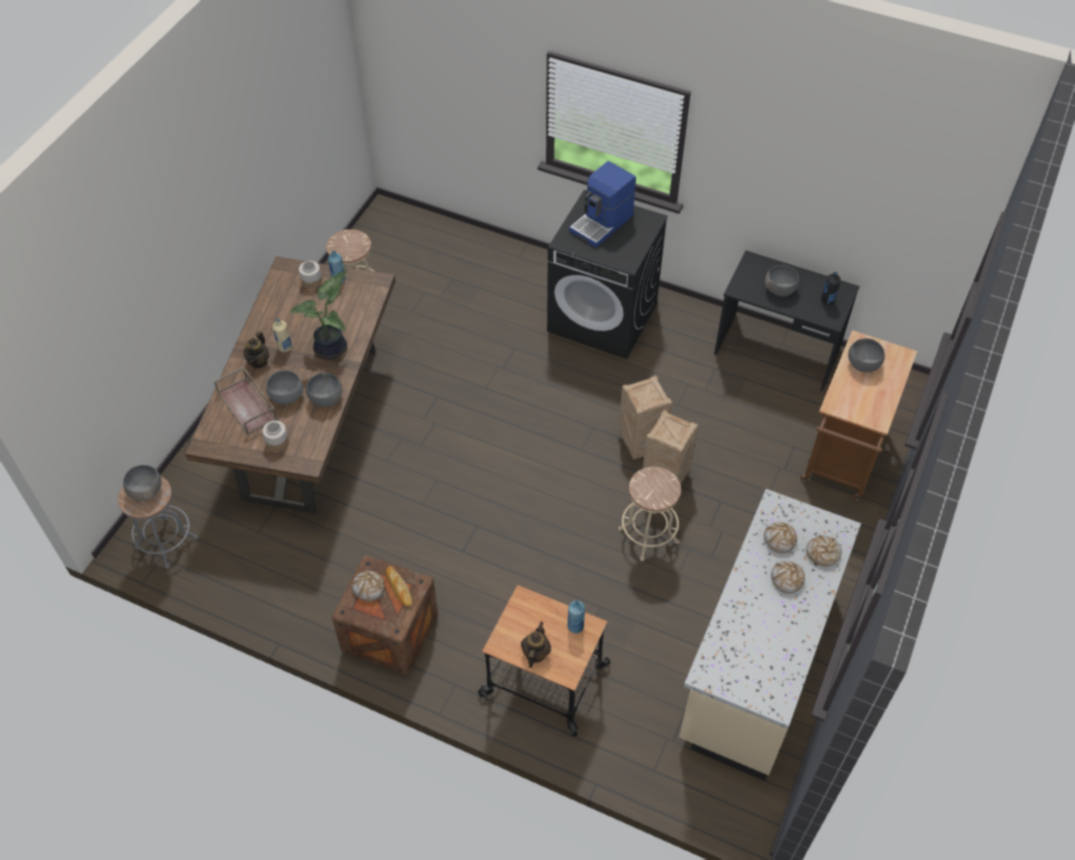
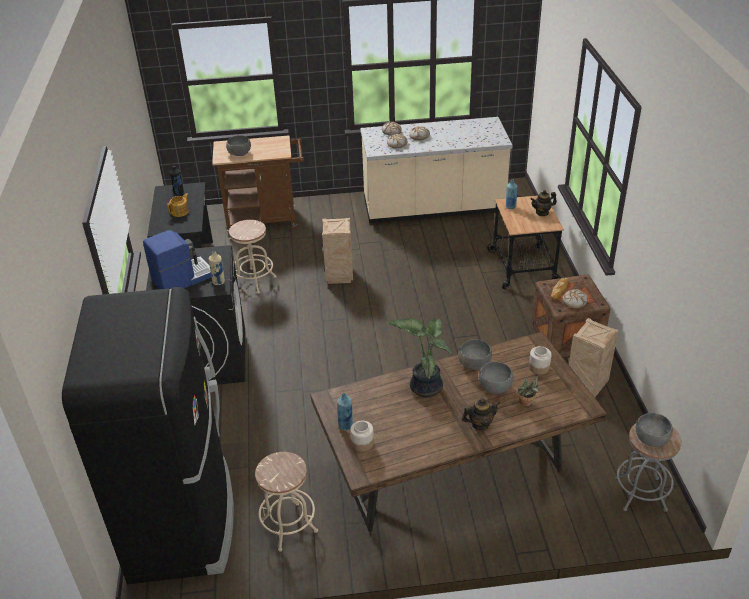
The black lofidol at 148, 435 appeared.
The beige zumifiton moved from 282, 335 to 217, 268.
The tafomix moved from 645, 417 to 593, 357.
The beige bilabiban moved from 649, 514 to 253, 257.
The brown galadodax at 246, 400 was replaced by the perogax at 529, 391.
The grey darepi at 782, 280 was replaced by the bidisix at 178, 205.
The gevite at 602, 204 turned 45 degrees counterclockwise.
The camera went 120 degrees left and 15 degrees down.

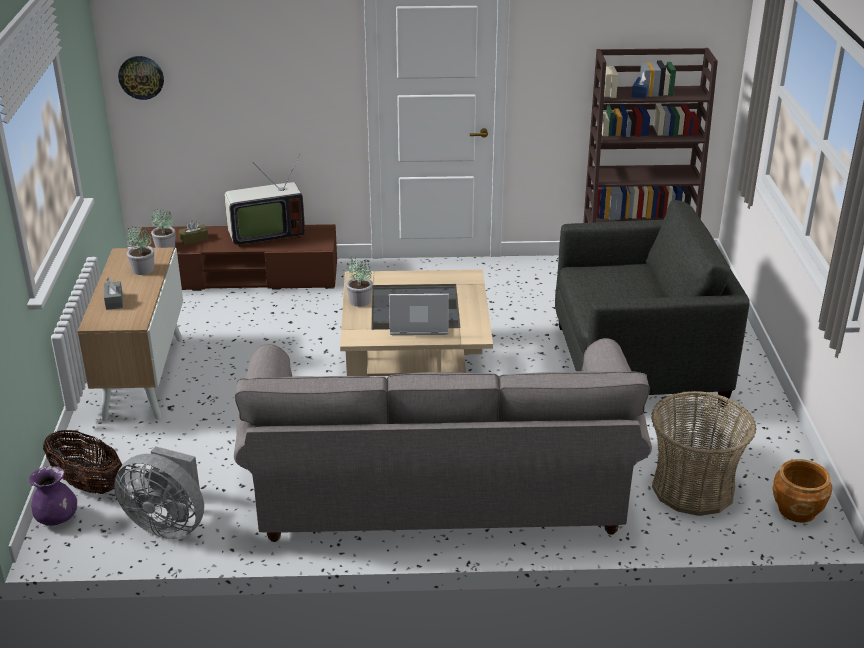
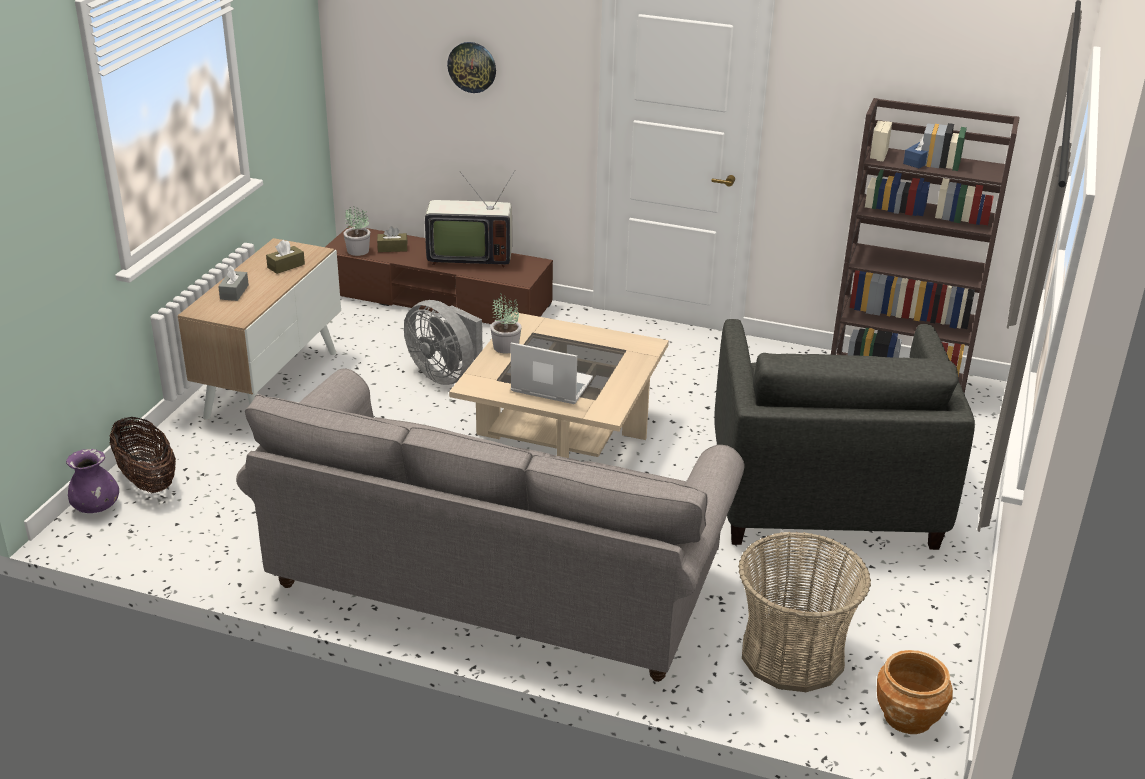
The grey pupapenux moved from 159, 492 to 443, 342.
The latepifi moved from 141, 78 to 471, 67.
The perogax at 140, 251 was replaced by the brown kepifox at 285, 257.
The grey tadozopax at 652, 303 turned 75 degrees clockwise.
The camera went 20 degrees right and 0 degrees up.

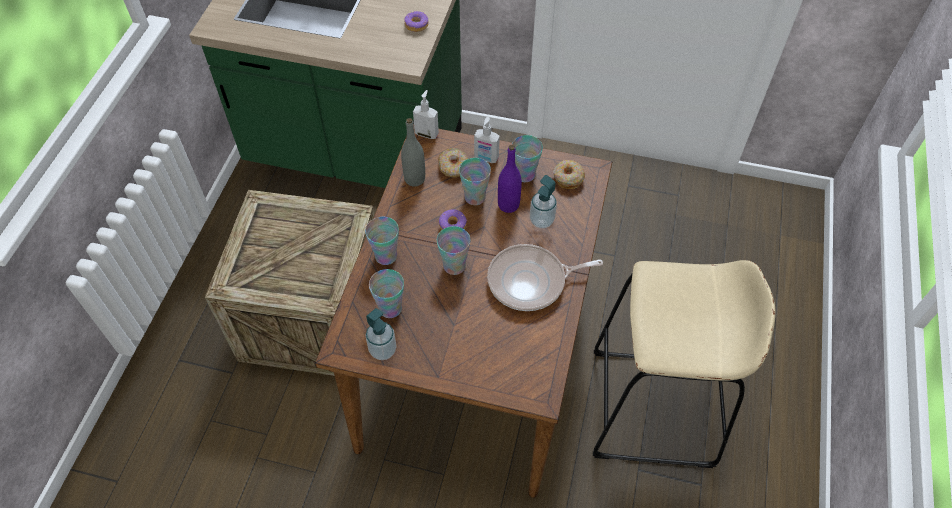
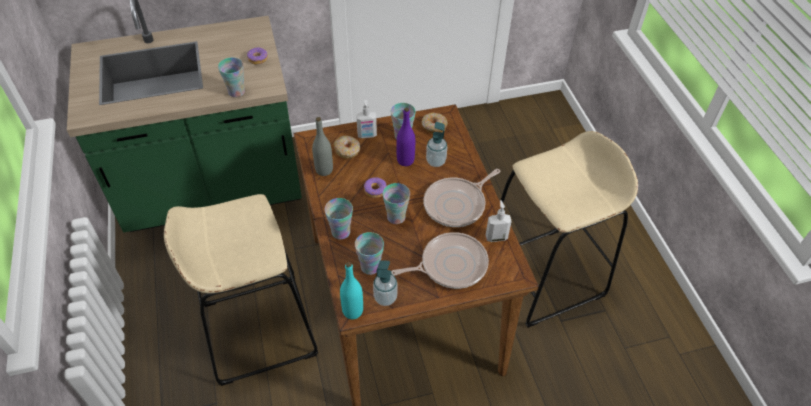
The turquoise zumifiton at 351, 290 appeared.
The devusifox at 440, 260 appeared.
The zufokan moved from 426, 114 to 499, 221.
The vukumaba moved from 475, 181 to 231, 77.
The tafomix at 289, 283 was replaced by the beige bilabiban at 241, 290.
The camera went 30 degrees left and 5 degrees down.

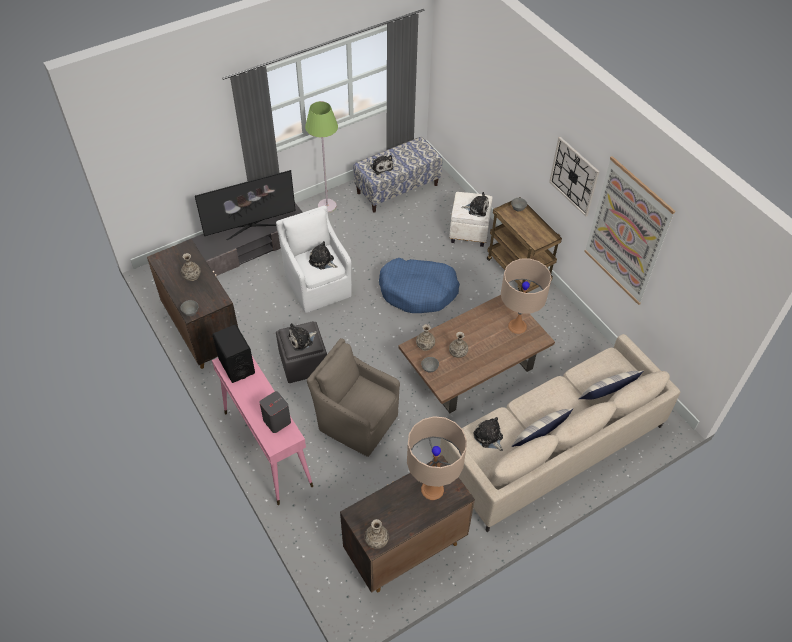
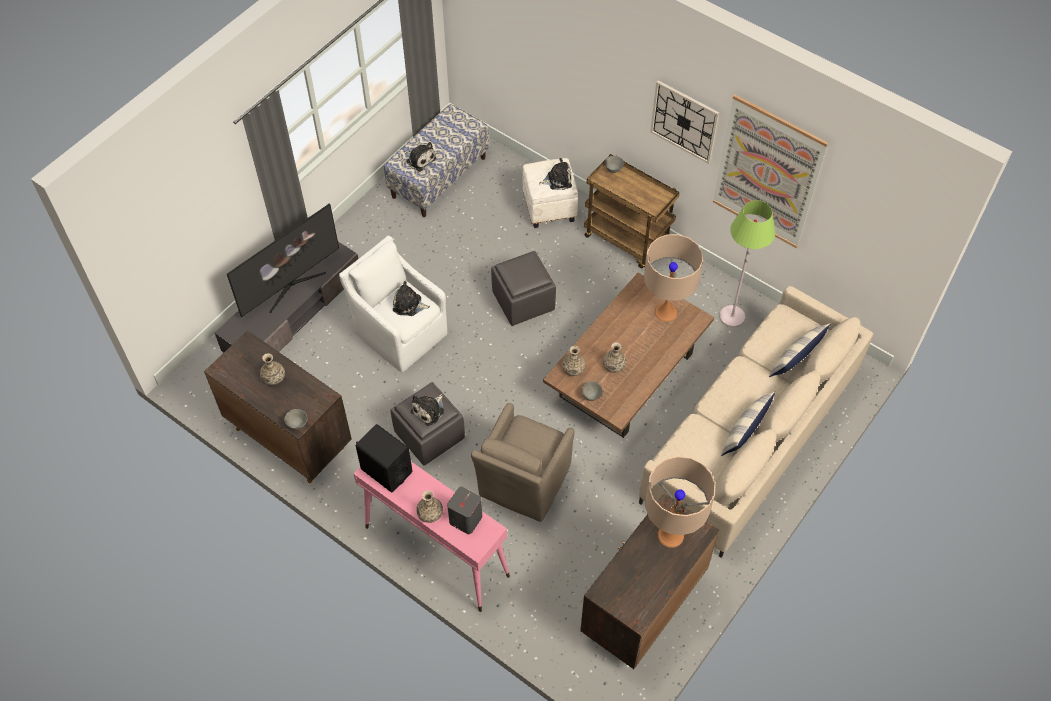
The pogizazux at 488, 434 disappeared.
The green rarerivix moved from 321, 157 to 747, 263.
The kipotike moved from 377, 534 to 429, 506.
The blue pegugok at 419, 285 was replaced by the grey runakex at 523, 288.
The brown tadozopax at 353, 397 turned 75 degrees counterclockwise.
The camera went 20 degrees left and 5 degrees up.

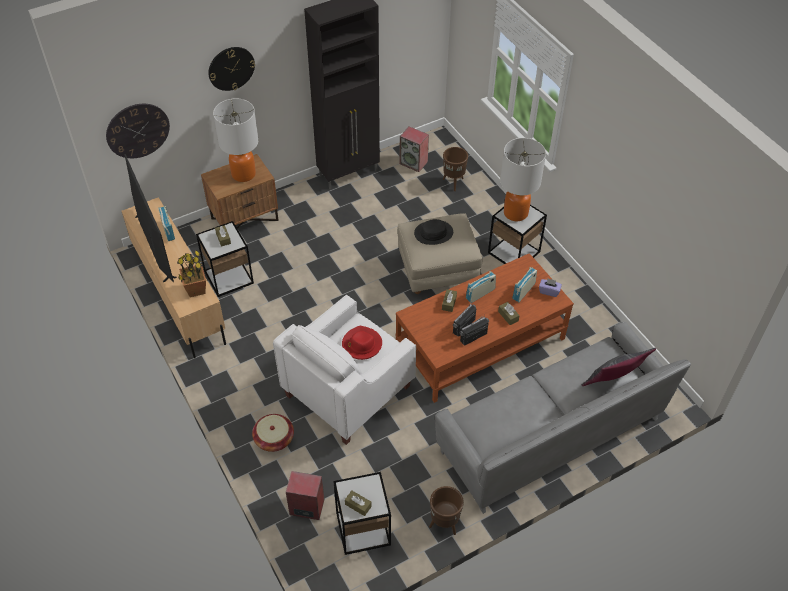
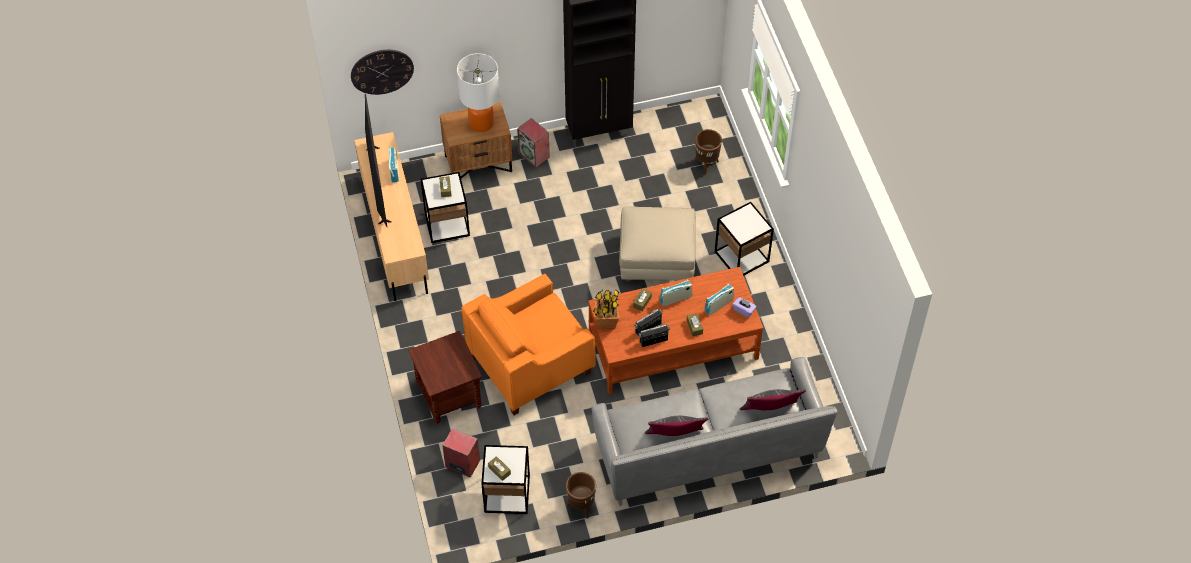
The latepifi at 231, 69 disappeared.
The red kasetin at 362, 343 disappeared.
The black kasetin at 433, 232 disappeared.
The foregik at 523, 179 disappeared.
The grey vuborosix at 676, 426 appeared.
The perogax moved from 191, 273 to 606, 309.
The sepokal moved from 414, 149 to 533, 143.
The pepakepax at 273, 433 was replaced by the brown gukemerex at 445, 377.
The white tadozopax at 344, 370 became the orange tadozopax at 528, 344.
The camera went 15 degrees right and 5 degrees up.

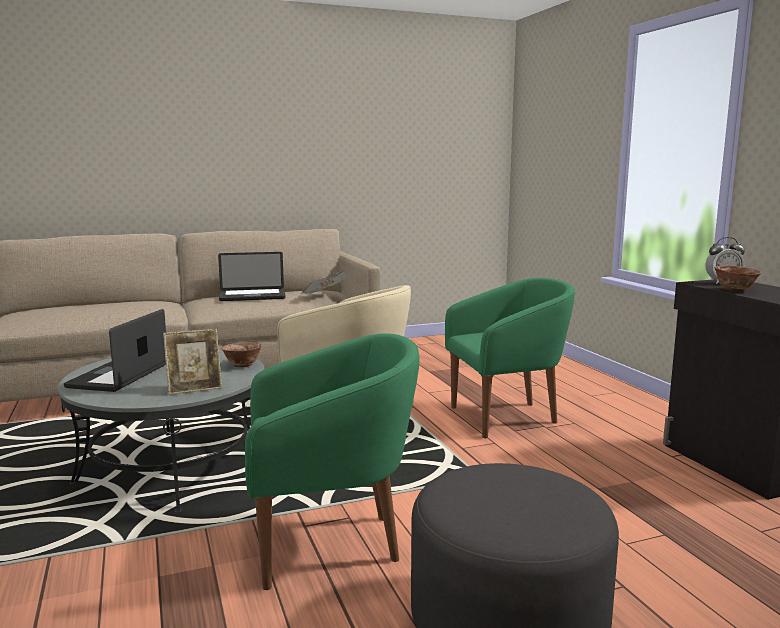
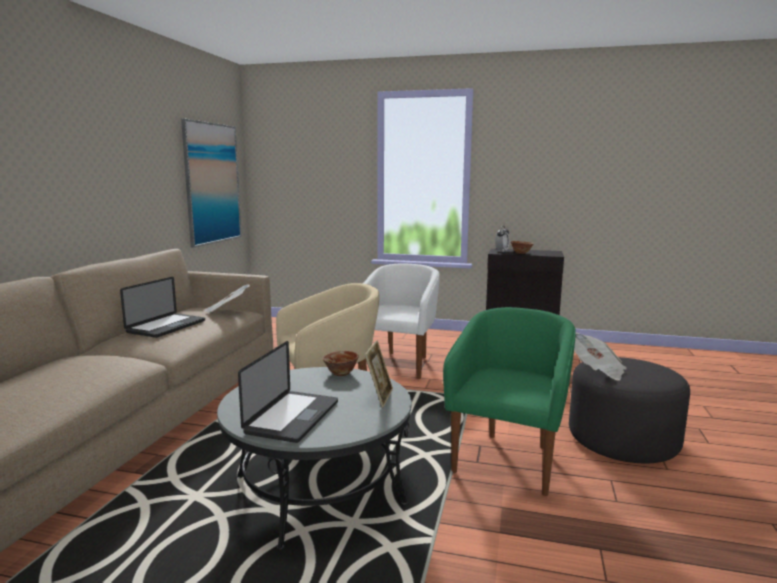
The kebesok at 211, 183 appeared.
The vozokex at 600, 357 appeared.
The green tadozopax at 510, 358 became the white tadozopax at 401, 321.
The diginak at 115, 350 turned 120 degrees counterclockwise.
The camera went 55 degrees left and 0 degrees up.

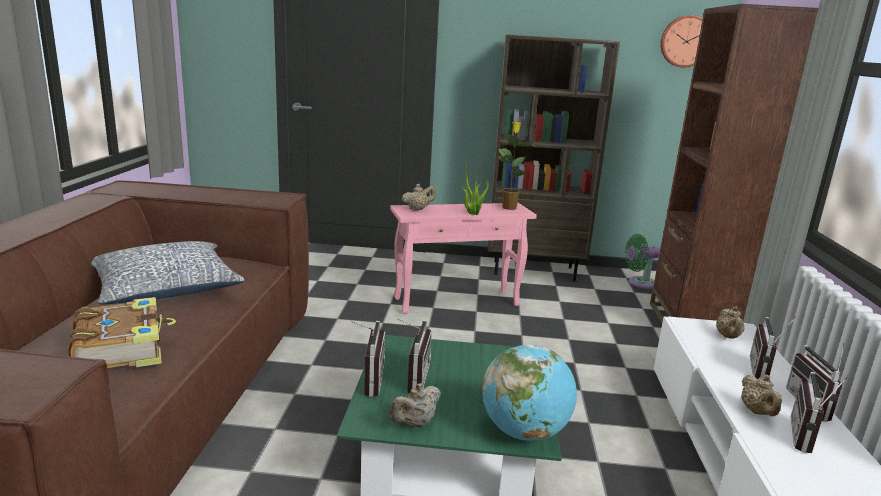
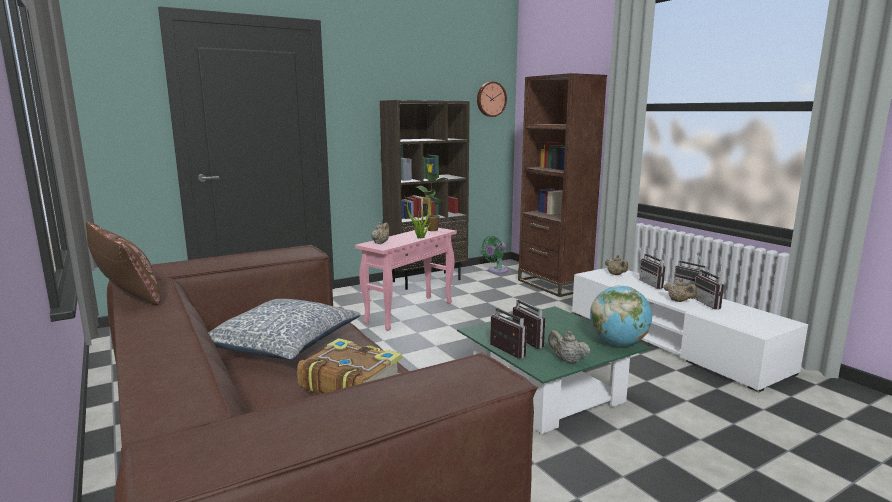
The brown vuborosix at 123, 263 appeared.
The beige bidisix at 415, 405 turned 120 degrees clockwise.
The camera went 35 degrees left and 5 degrees down.

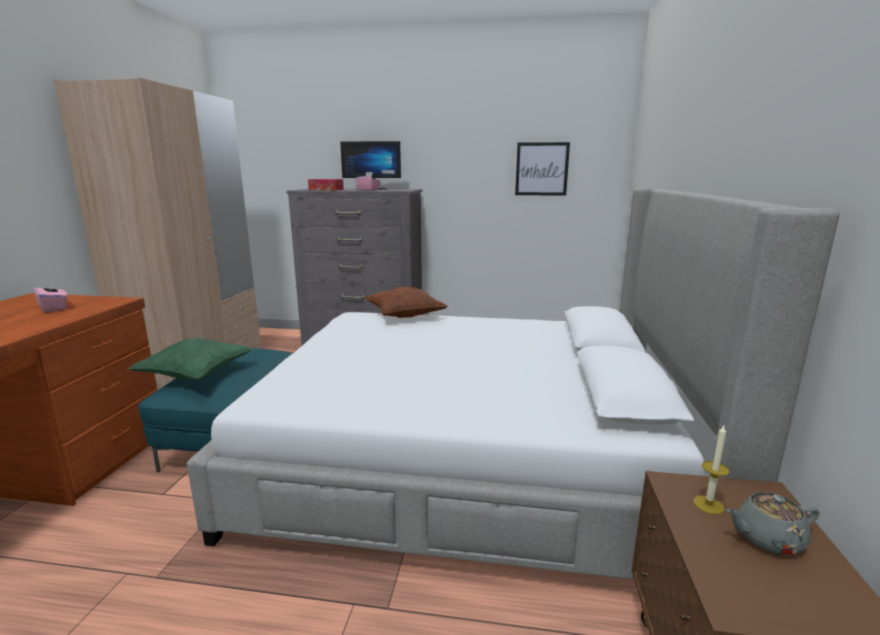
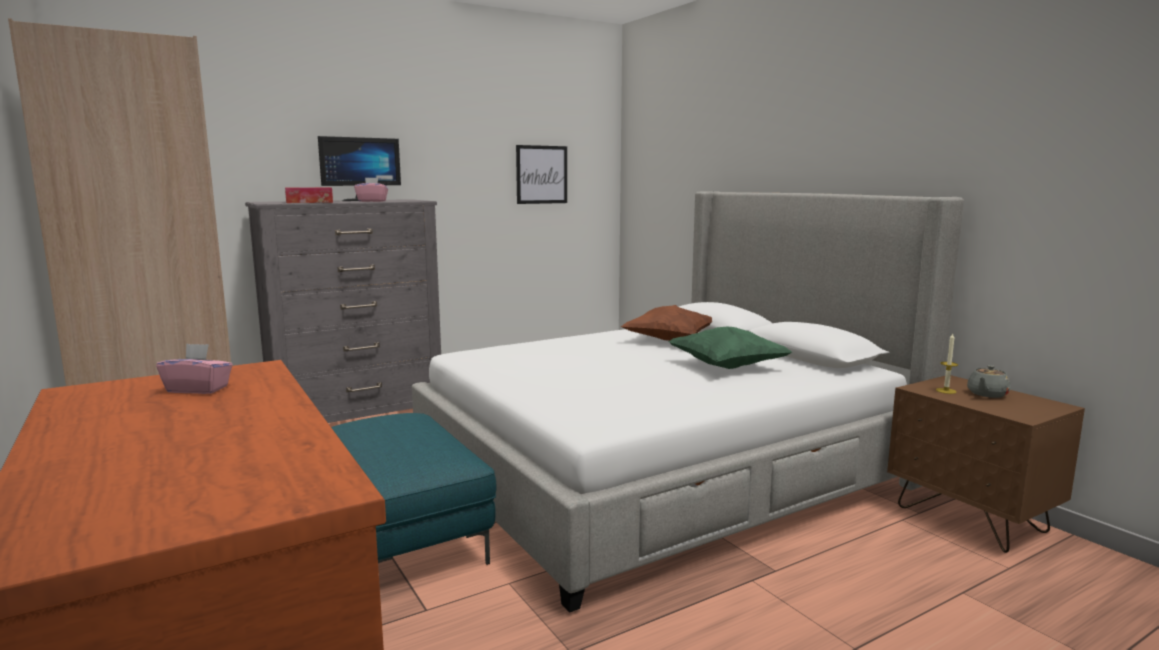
The green vuborosix moved from 191, 359 to 730, 348.
The brown vuborosix moved from 406, 302 to 666, 323.
The camera went 40 degrees left and 5 degrees down.

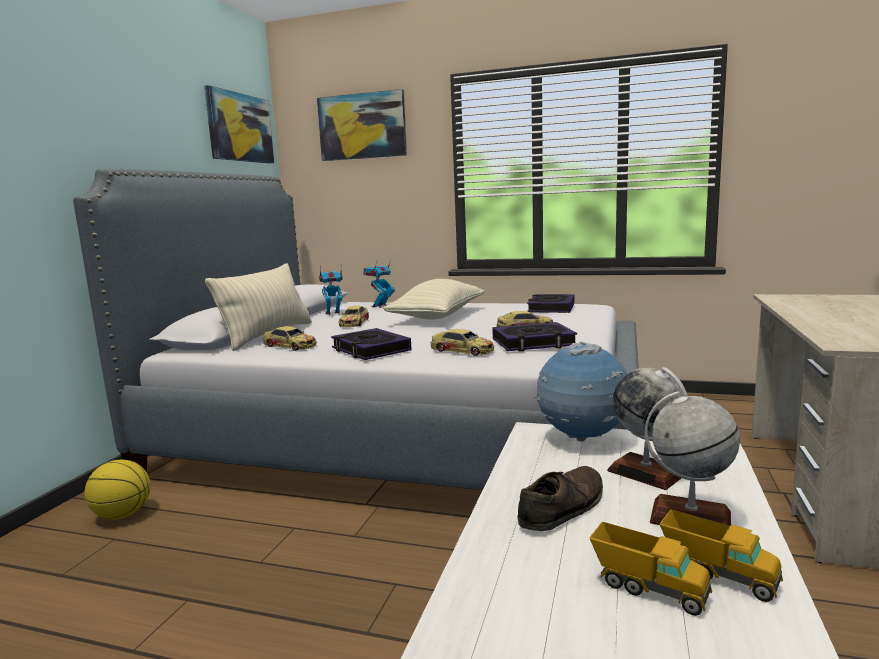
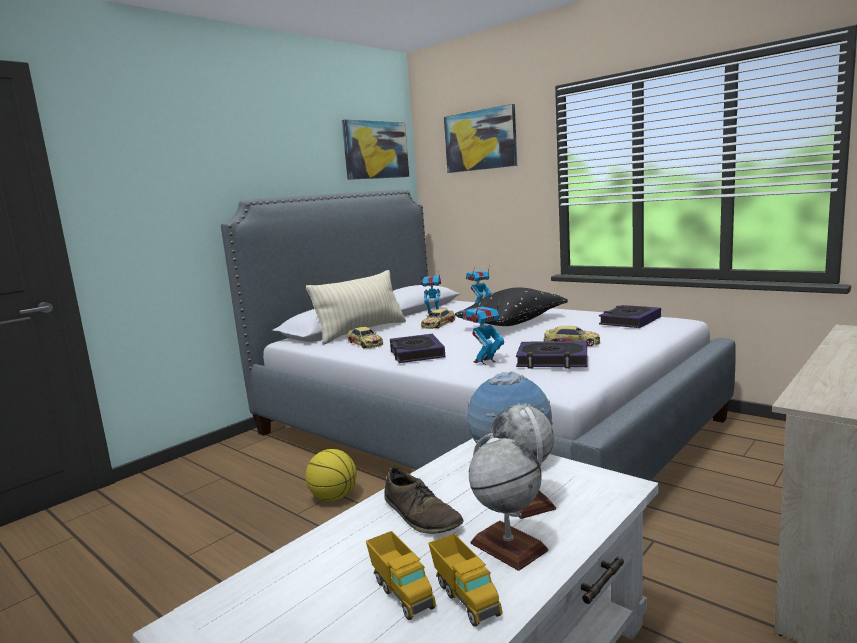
The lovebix moved from 117, 490 to 331, 475.
The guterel at 463, 342 was replaced by the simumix at 483, 331.
The beige vuborosix at 433, 299 became the black vuborosix at 511, 306.
The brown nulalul at 560, 498 turned 75 degrees clockwise.
The camera went 25 degrees right and 0 degrees up.

